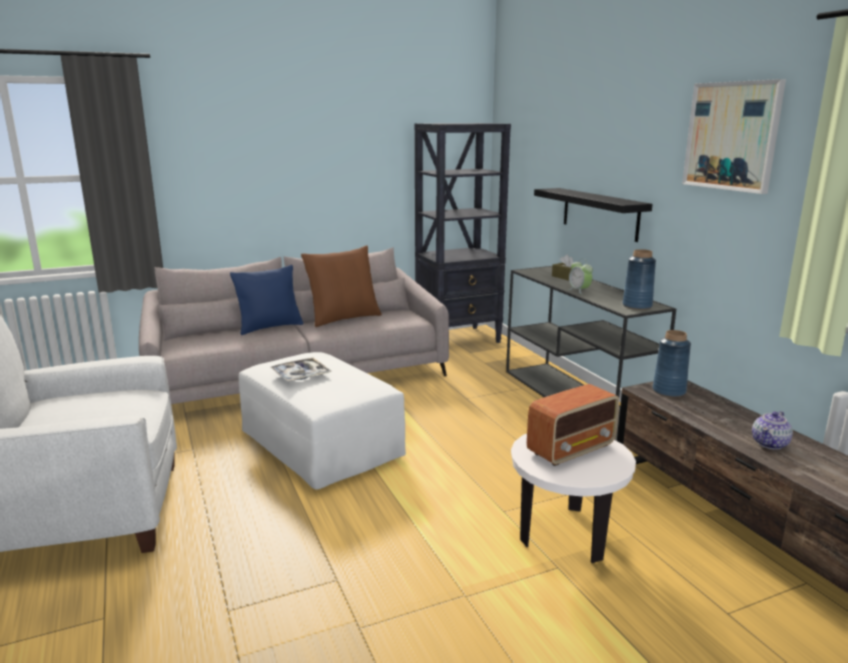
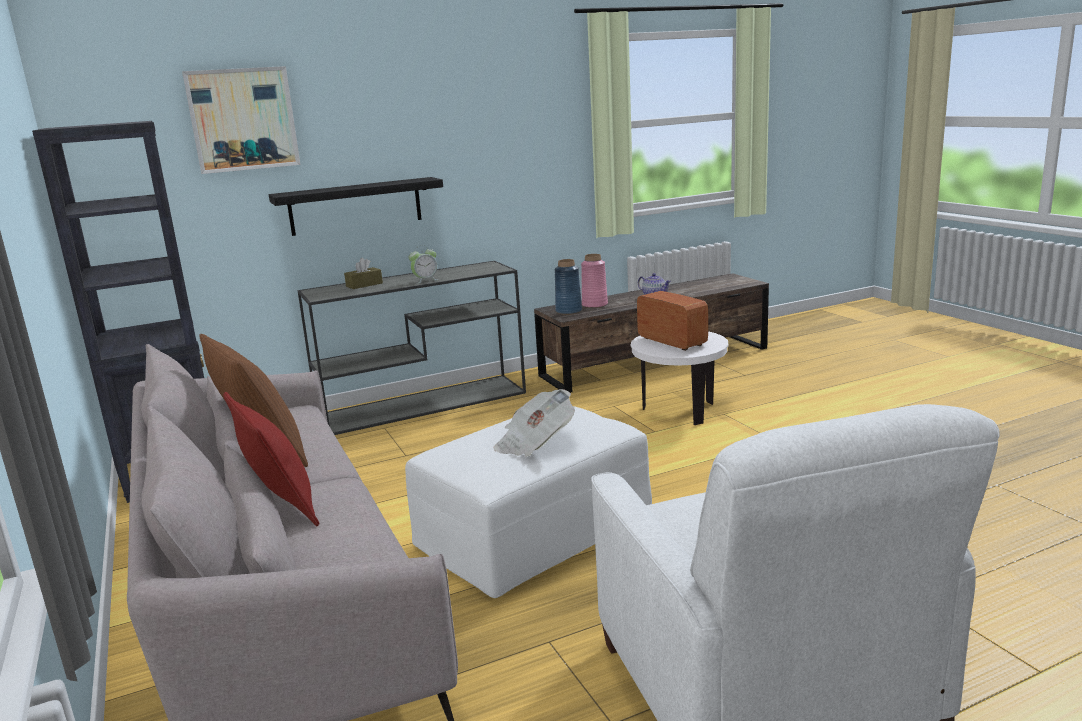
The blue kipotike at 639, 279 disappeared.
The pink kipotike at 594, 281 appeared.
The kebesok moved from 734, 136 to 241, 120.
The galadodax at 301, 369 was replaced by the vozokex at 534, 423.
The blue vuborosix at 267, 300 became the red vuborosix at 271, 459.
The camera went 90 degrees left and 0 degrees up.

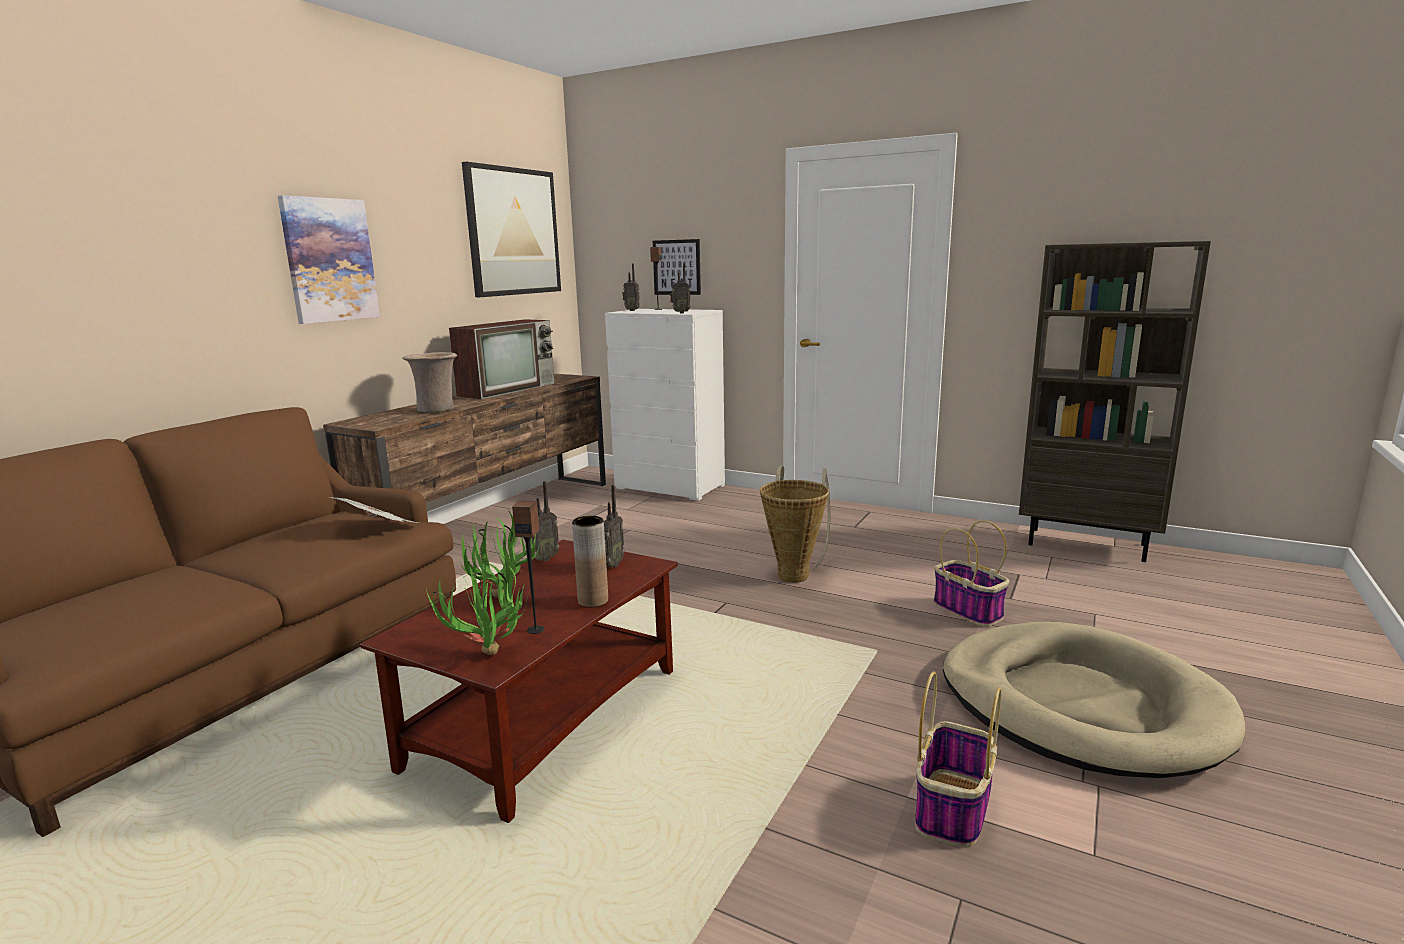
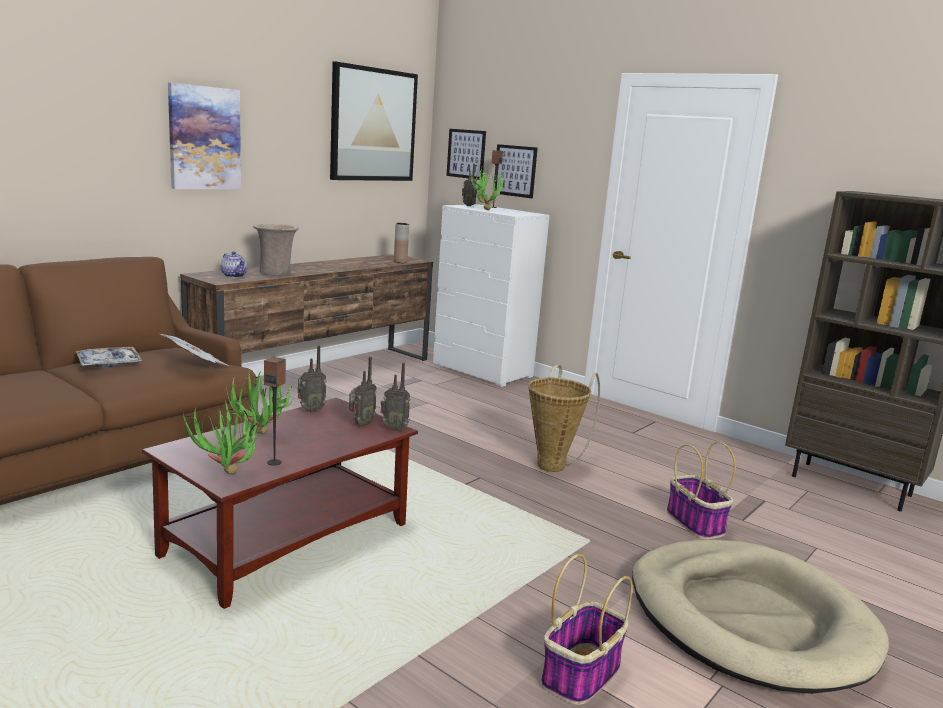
The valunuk at 501, 359 disappeared.
The galadodax at 109, 357 appeared.
The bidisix at 234, 264 appeared.
The kebesok at 466, 154 appeared.
The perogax at 488, 187 appeared.
The brown kipotike moved from 590, 561 to 401, 243.
The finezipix moved from 680, 288 to 395, 397.
The camera went 10 degrees right and 0 degrees up.

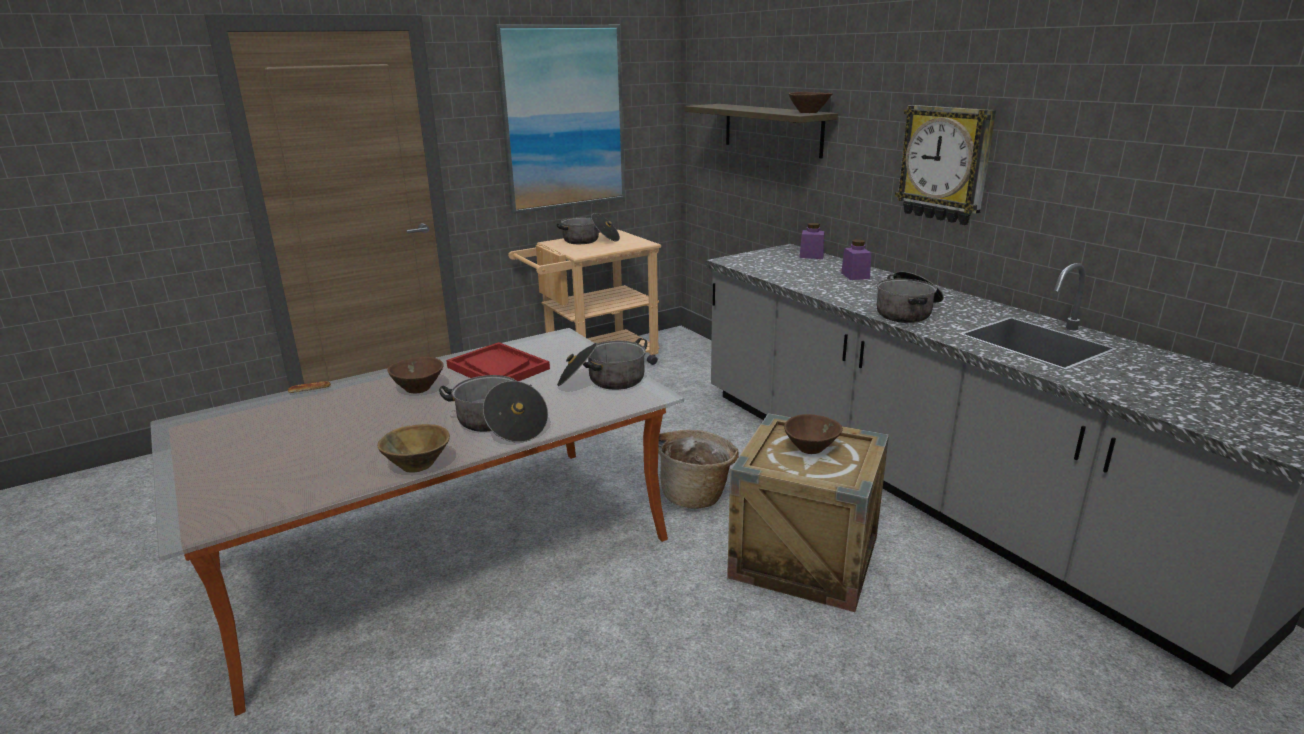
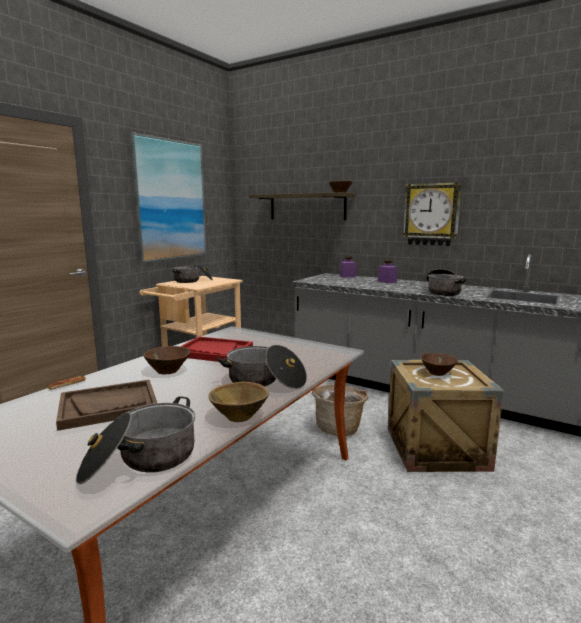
The brown galadodax at 106, 405 appeared.
The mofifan moved from 602, 364 to 135, 440.
The camera went 25 degrees left and 10 degrees down.

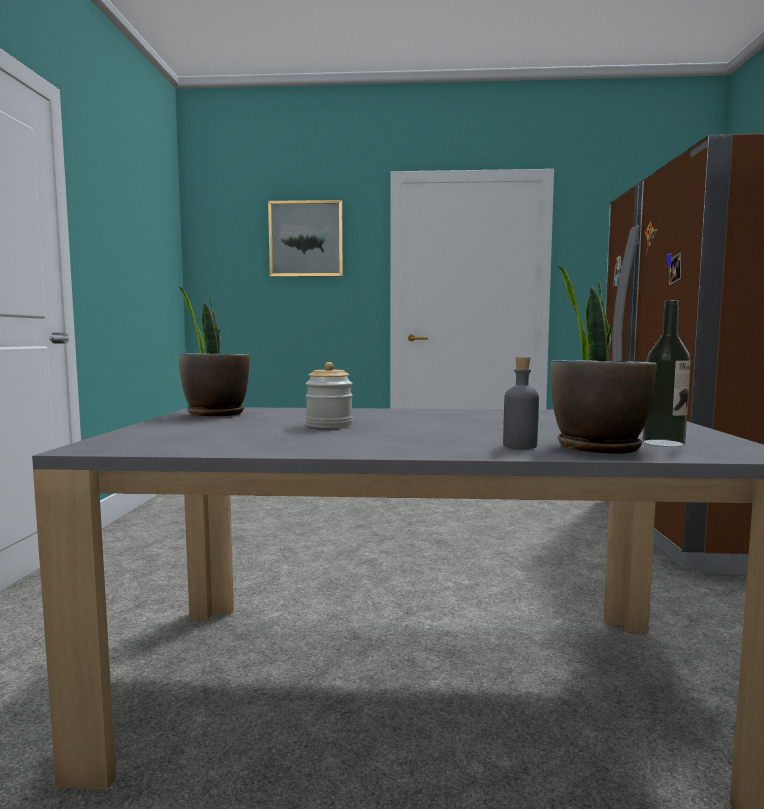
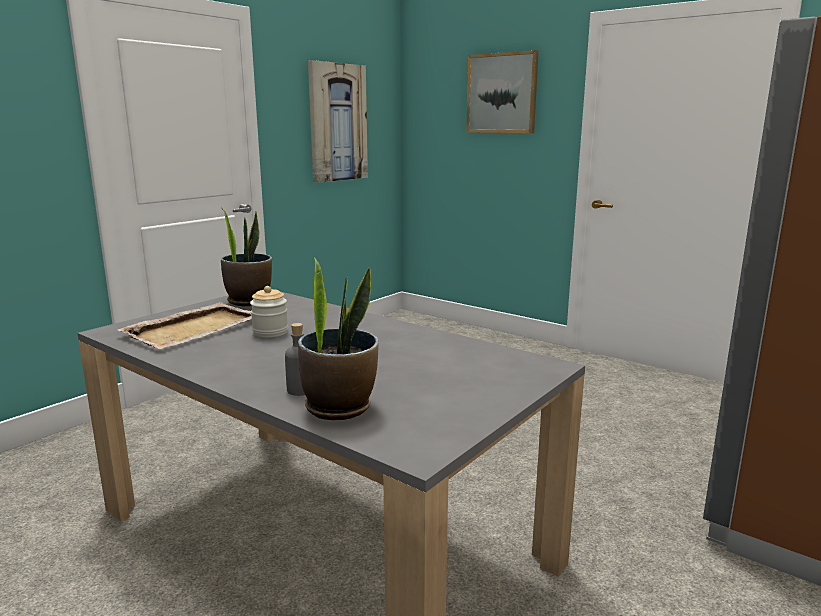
The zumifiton at 666, 373 disappeared.
The beige galadodax at 184, 325 appeared.
The kebesok at 338, 121 appeared.
The camera went 35 degrees right and 10 degrees up.

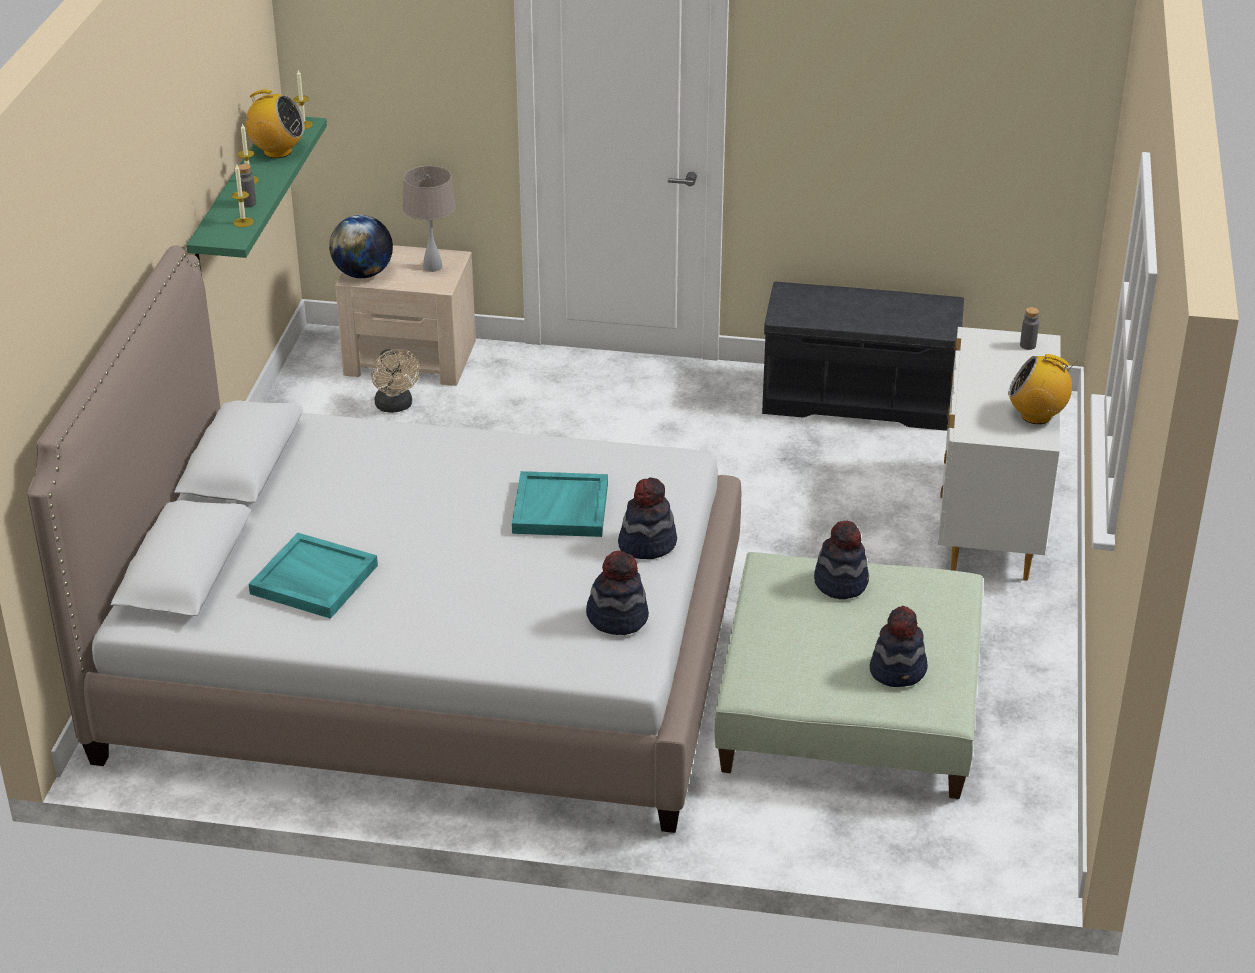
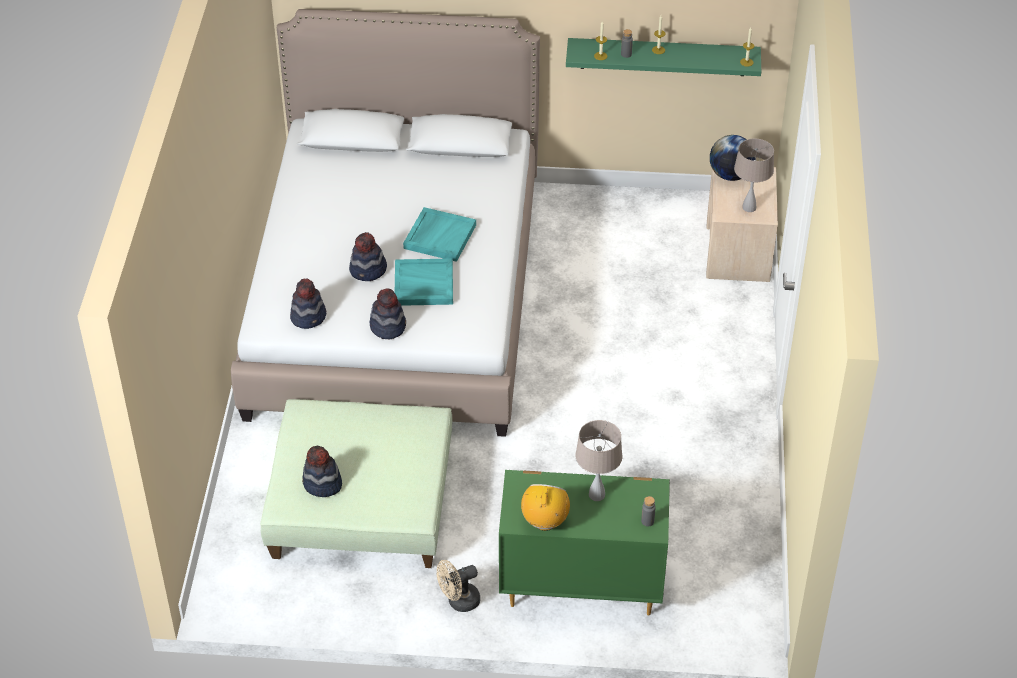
The finezipix at 272, 123 disappeared.
The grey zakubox at 863, 356 disappeared.
The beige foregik at 598, 460 appeared.
The turquoise galadodax moved from 313, 576 to 439, 234.
The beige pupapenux moved from 395, 381 to 458, 586.
The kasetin moved from 841, 560 to 368, 256.
The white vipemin at 999, 454 became the green vipemin at 584, 543.
The camera went 85 degrees right and 10 degrees up.

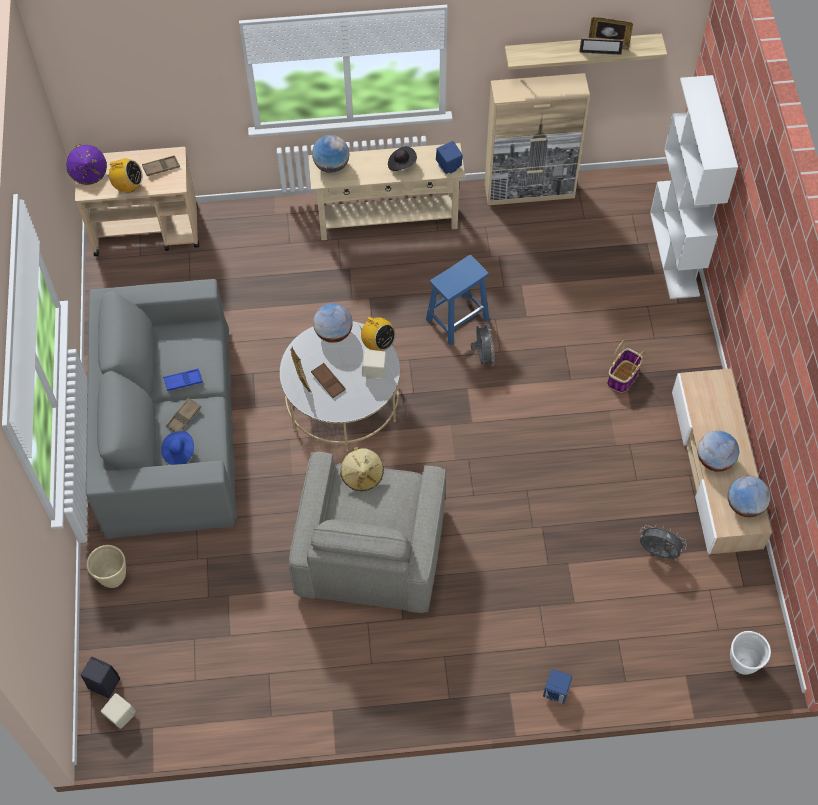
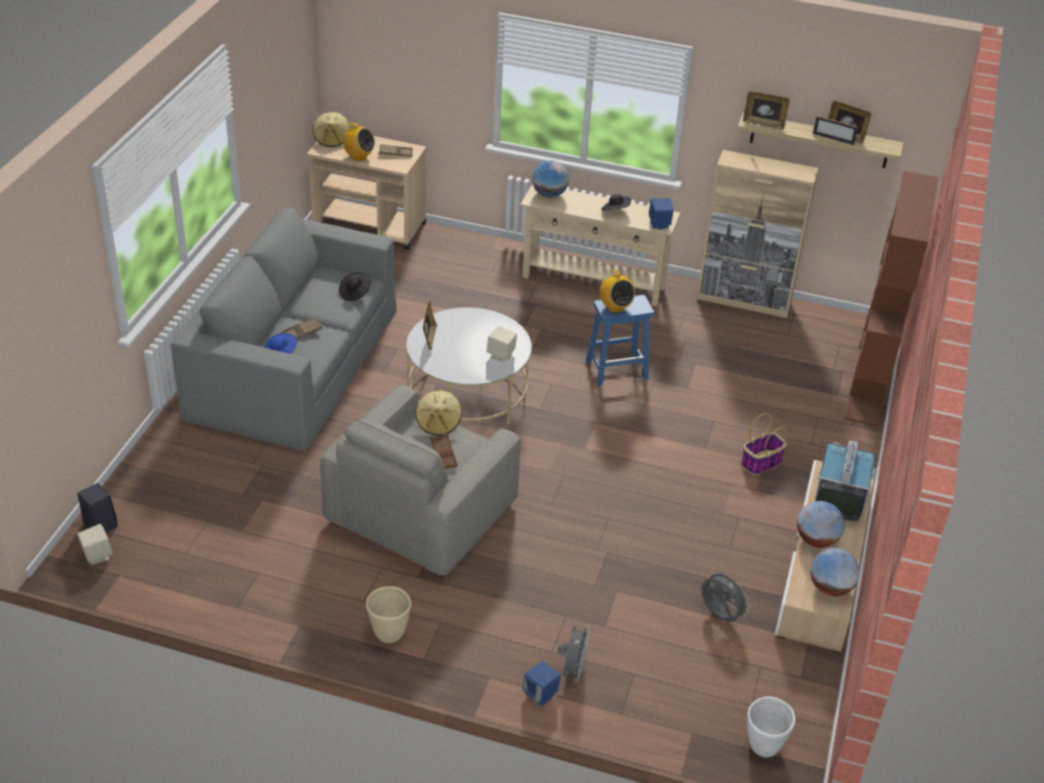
The blue galadodax at 183, 380 disappeared.
The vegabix at 333, 323 disappeared.
The black kasetin at 355, 286 appeared.
The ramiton at 766, 111 appeared.
The valunuk at 846, 480 appeared.
The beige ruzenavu moved from 106, 566 to 388, 614.
The brown galadodax moved from 328, 380 to 444, 451.
The finezipix moved from 377, 334 to 617, 291.
The grey pupapenux moved from 483, 344 to 573, 653.
The purple kasetin at 87, 164 became the beige kasetin at 331, 129.
The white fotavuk at 694, 187 became the brown fotavuk at 891, 299.
The camera went 20 degrees right and 20 degrees down.

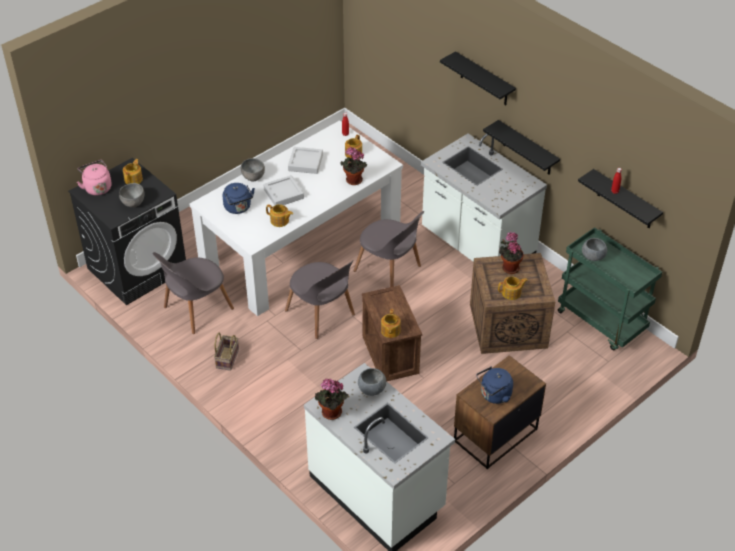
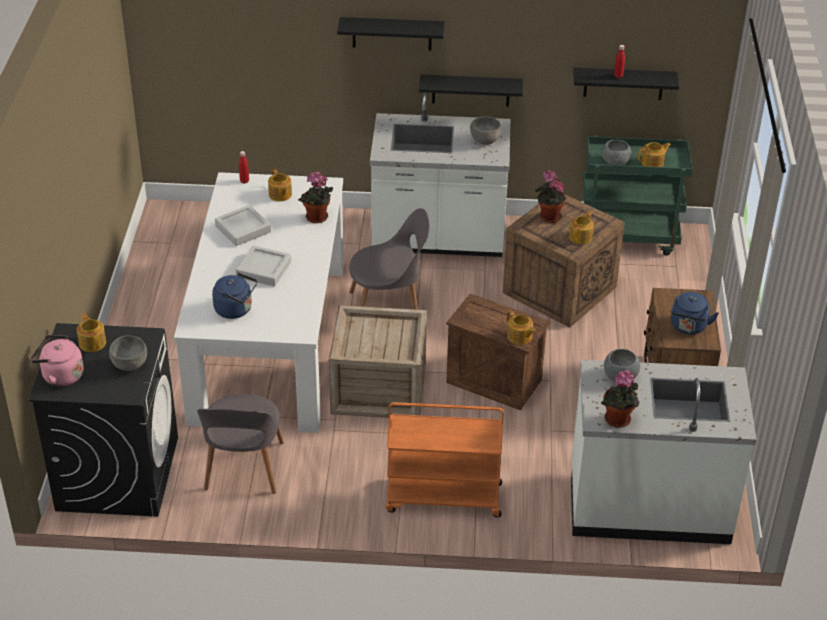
The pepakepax at 226, 352 disappeared.
The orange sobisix at 445, 460 appeared.
The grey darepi moved from 253, 169 to 486, 131.
The bidisix moved from 279, 215 to 654, 154.
The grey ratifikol at 320, 299 was replaced by the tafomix at 378, 361.
The camera went 45 degrees left and 5 degrees down.

